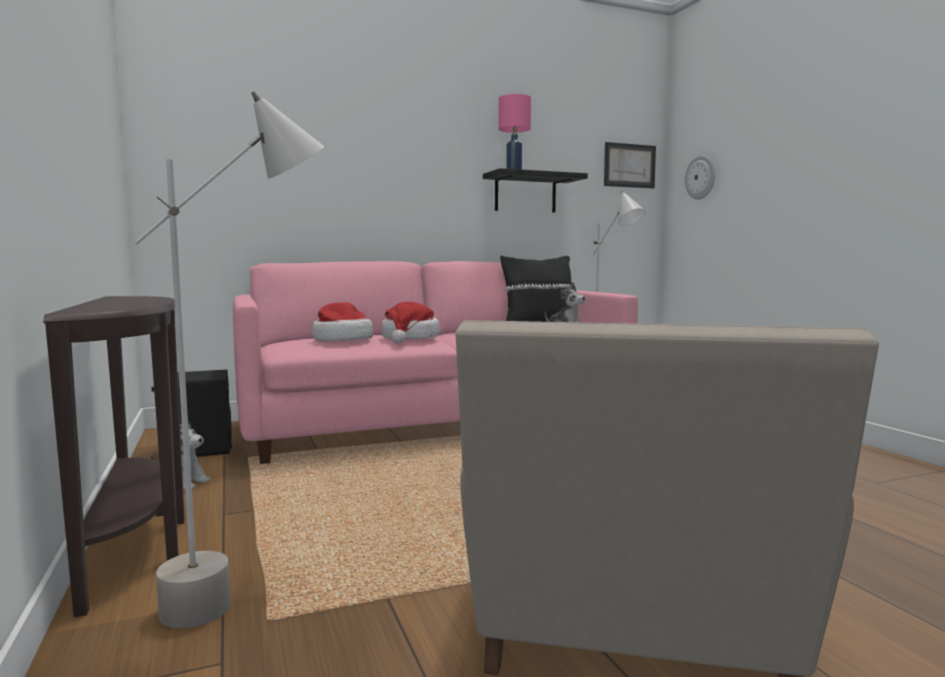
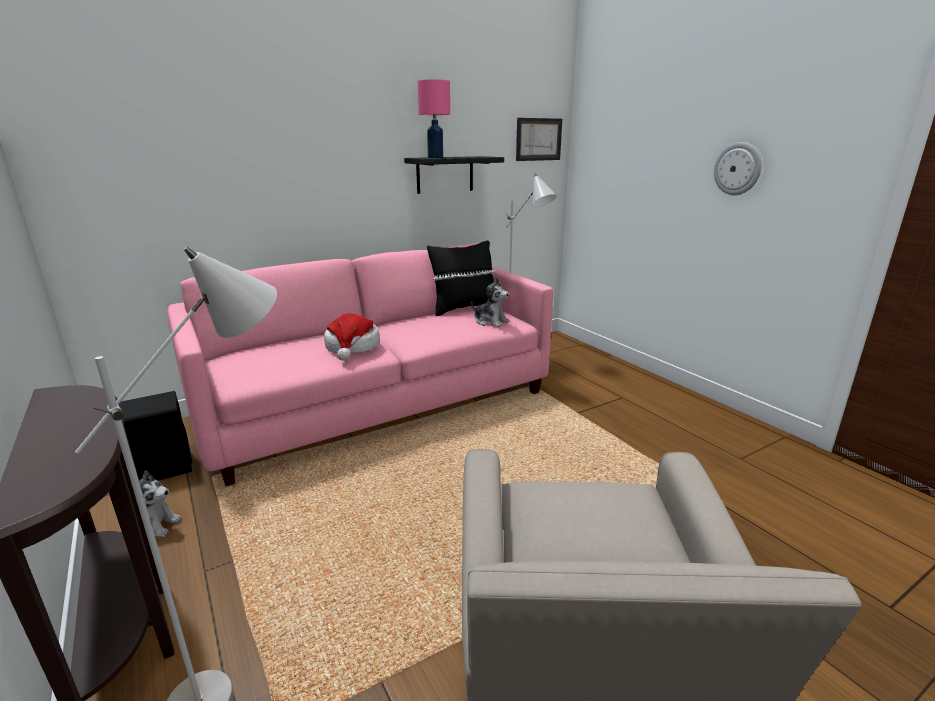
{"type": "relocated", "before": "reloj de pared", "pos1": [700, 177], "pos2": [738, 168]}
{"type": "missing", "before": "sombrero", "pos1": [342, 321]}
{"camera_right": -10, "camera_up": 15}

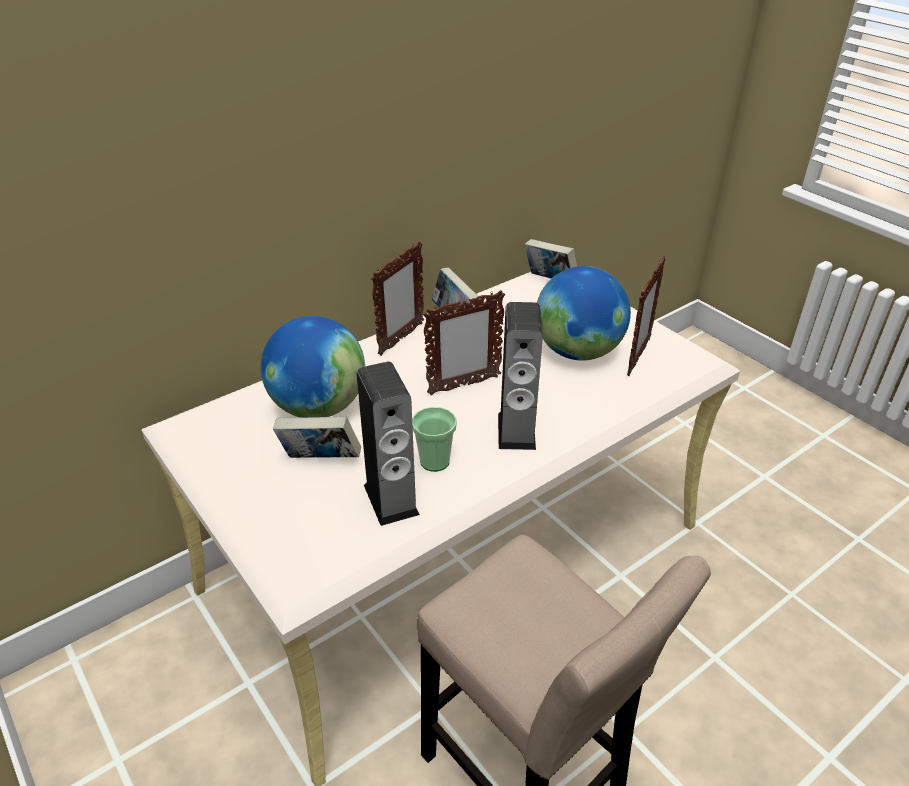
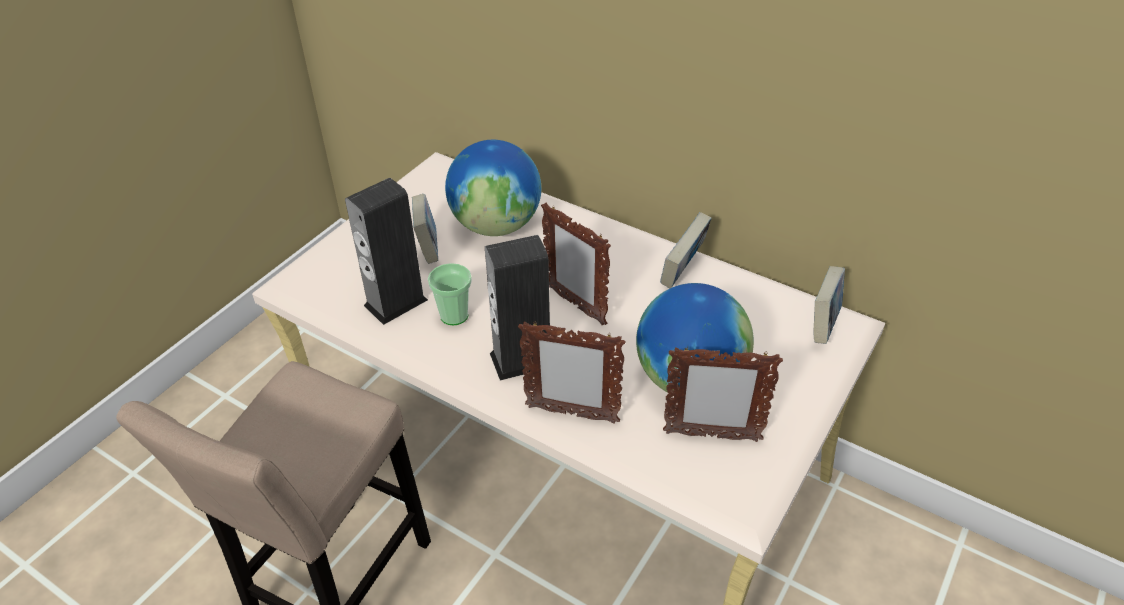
{"type": "relocated", "before": "portarretratos", "pos1": [397, 298], "pos2": [572, 372]}
{"camera_right": 70, "camera_up": 5}

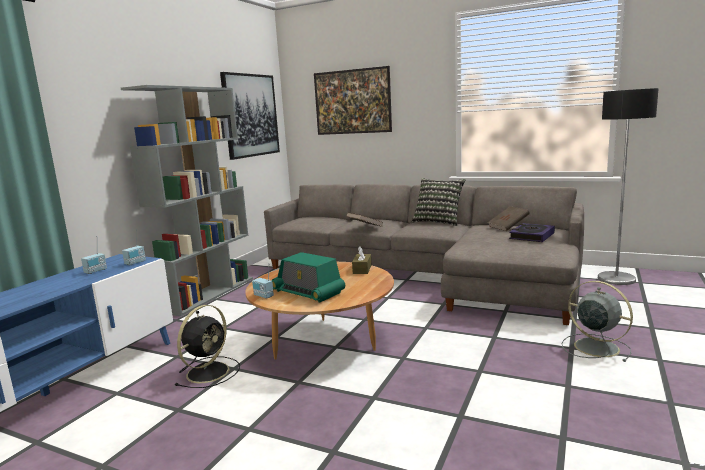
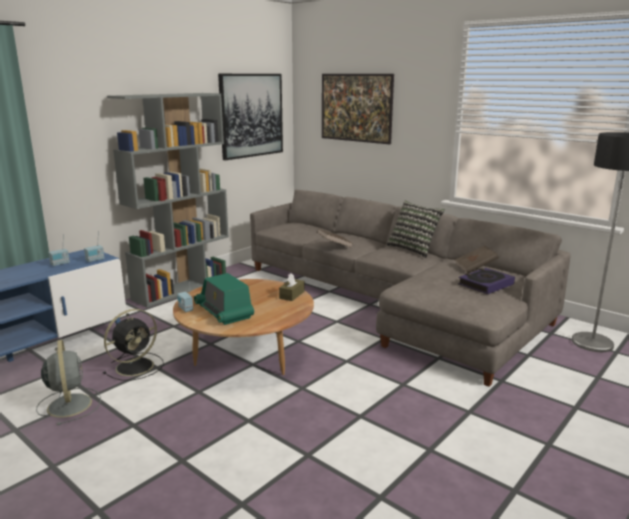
{"type": "relocated", "before": "ventilador (gris)", "pos1": [597, 321], "pos2": [68, 382]}
{"camera_right": 15, "camera_up": 5}

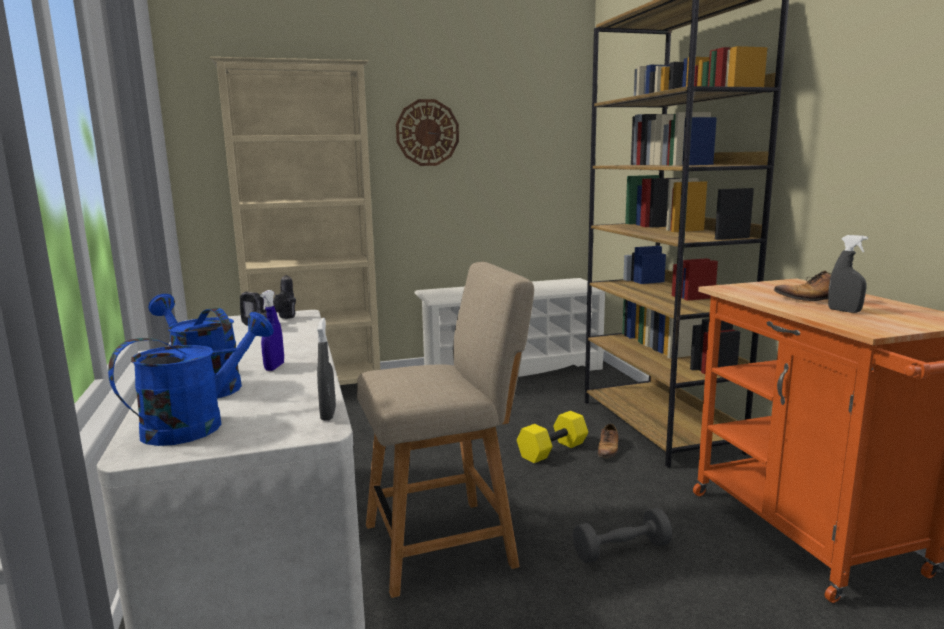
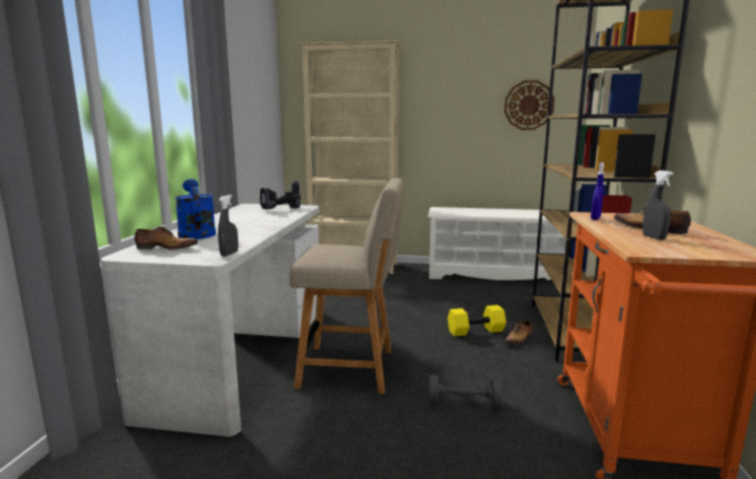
{"type": "exchanged", "before": "regadera (azul)", "after": "zapato", "pos1": [191, 379], "pos2": [166, 238]}
{"type": "relocated", "before": "reloj de pared", "pos1": [427, 132], "pos2": [529, 105]}
{"type": "relocated", "before": "pulverizador (azul)", "pos1": [272, 330], "pos2": [597, 191]}
{"camera_right": 25, "camera_up": 0}

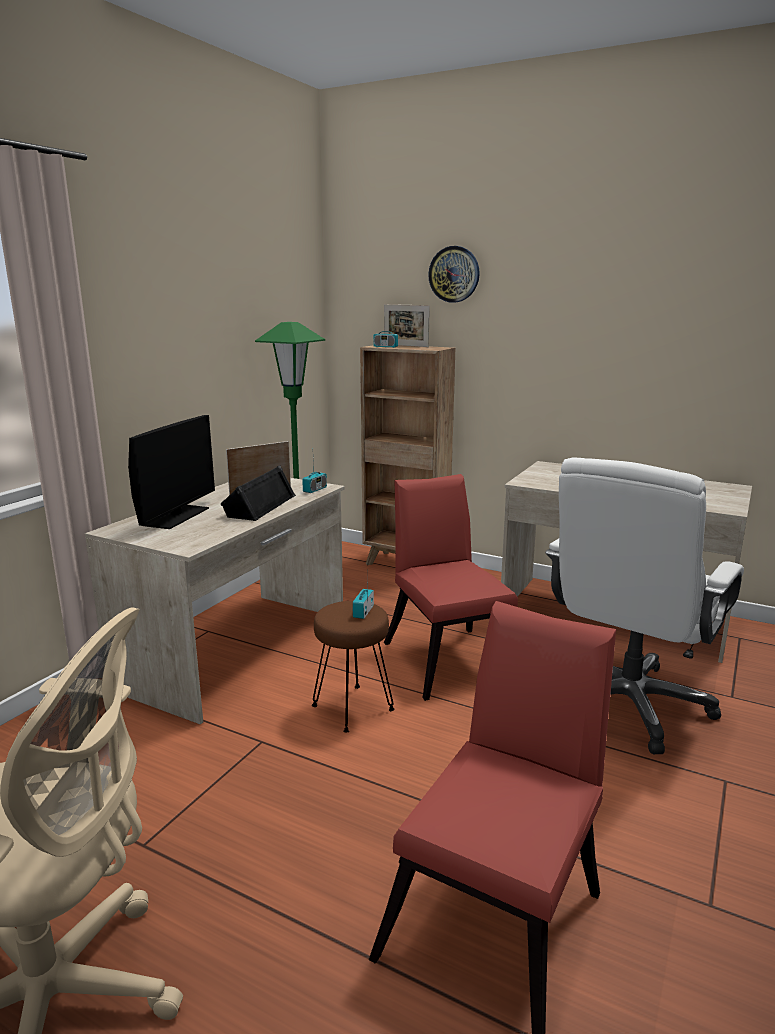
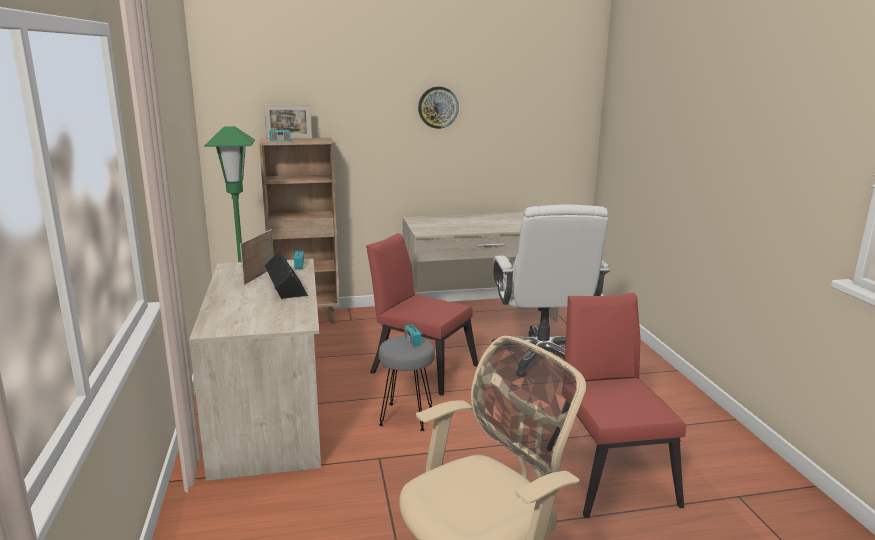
{"type": "colour", "before": "taburete (marrón)", "after": "taburete (gris)", "pos1": [353, 666], "pos2": [407, 383]}
{"type": "relocated", "before": "reloj de pared", "pos1": [454, 274], "pos2": [438, 108]}
{"type": "missing", "before": "monitor", "pos1": [171, 472]}
{"camera_right": -40, "camera_up": 0}

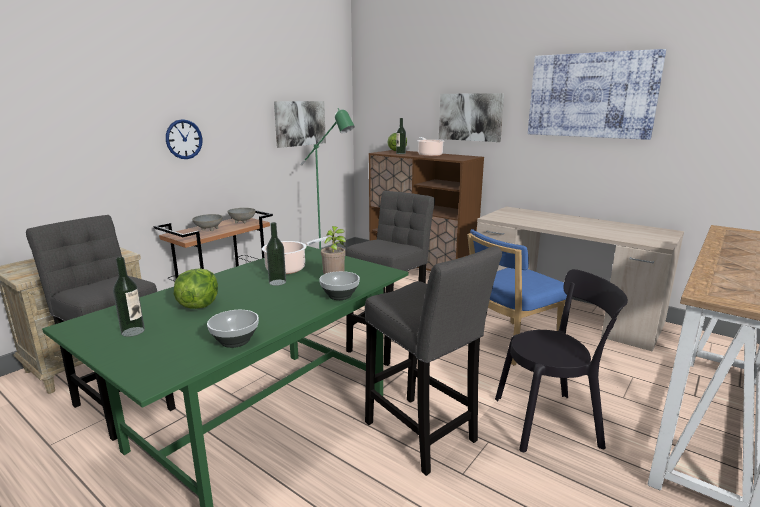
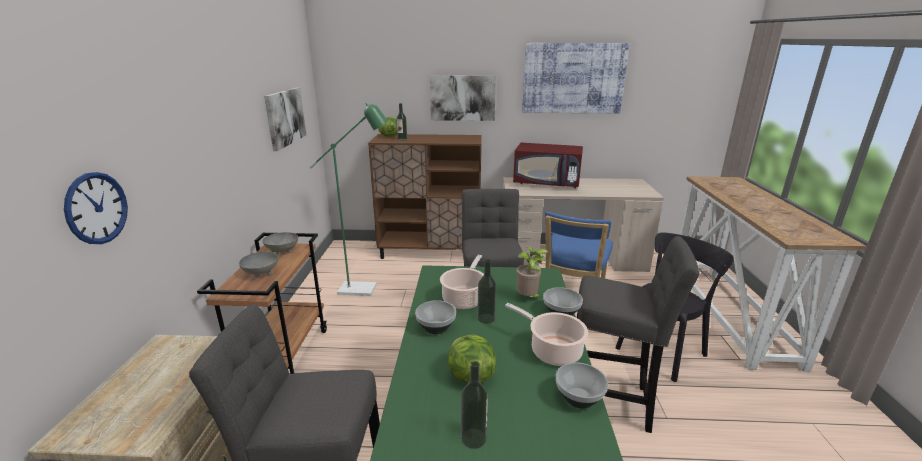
{"type": "relocated", "before": "reloj de pared", "pos1": [184, 139], "pos2": [96, 208]}
{"type": "appeared", "after": "cuenco", "pos2": [435, 317]}
{"type": "relocated", "before": "olla", "pos1": [431, 147], "pos2": [546, 334]}
{"type": "appeared", "after": "microondas (rojo)", "pos2": [548, 165]}
{"camera_right": -35, "camera_up": 5}

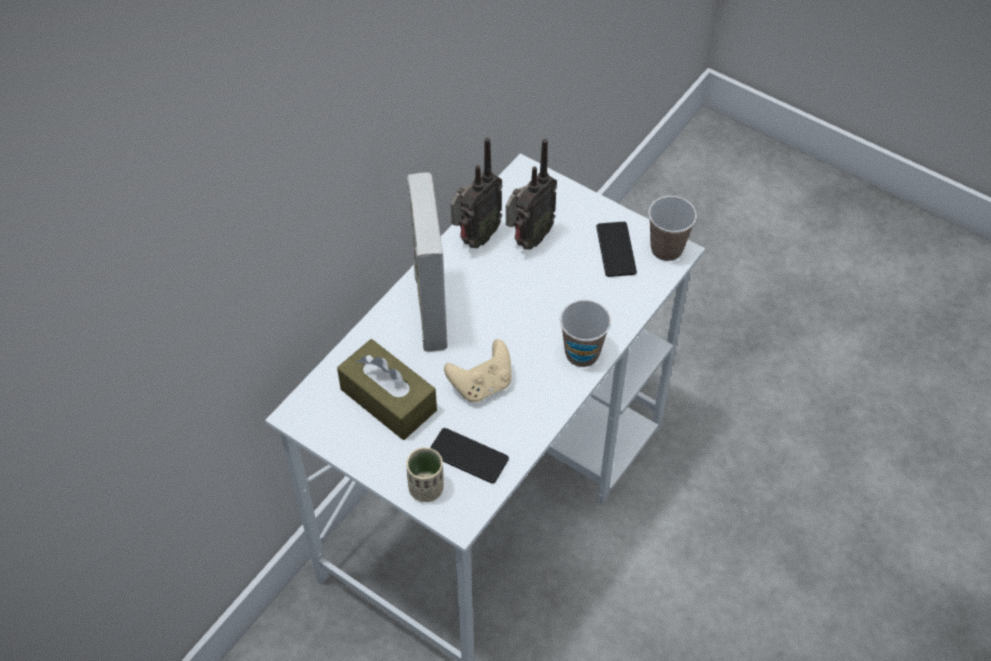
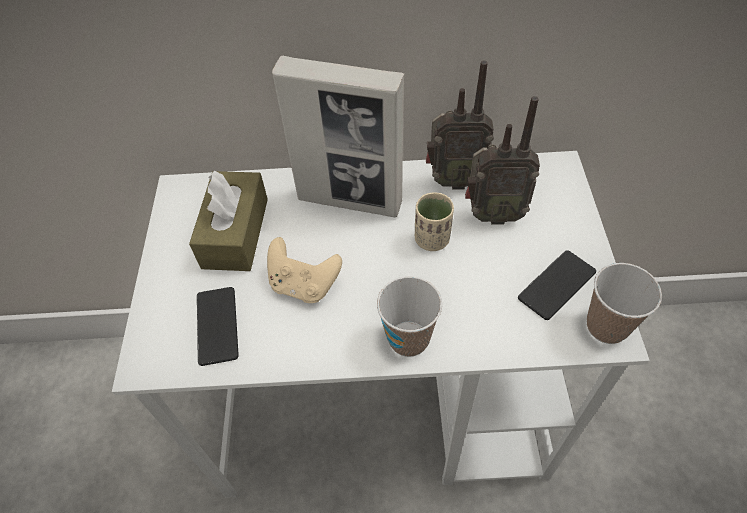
{"type": "spun", "before": "portarretratos", "pos1": [427, 262], "pos2": [338, 136], "turn": 60}
{"type": "relocated", "before": "taza (beis)", "pos1": [425, 474], "pos2": [434, 221]}
{"camera_right": 55, "camera_up": 0}

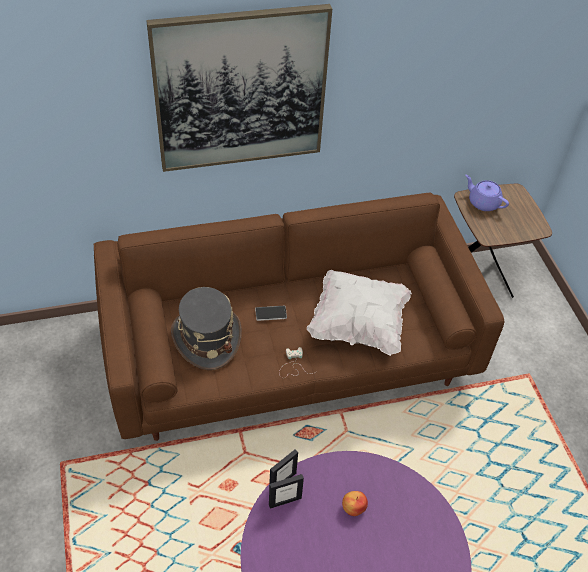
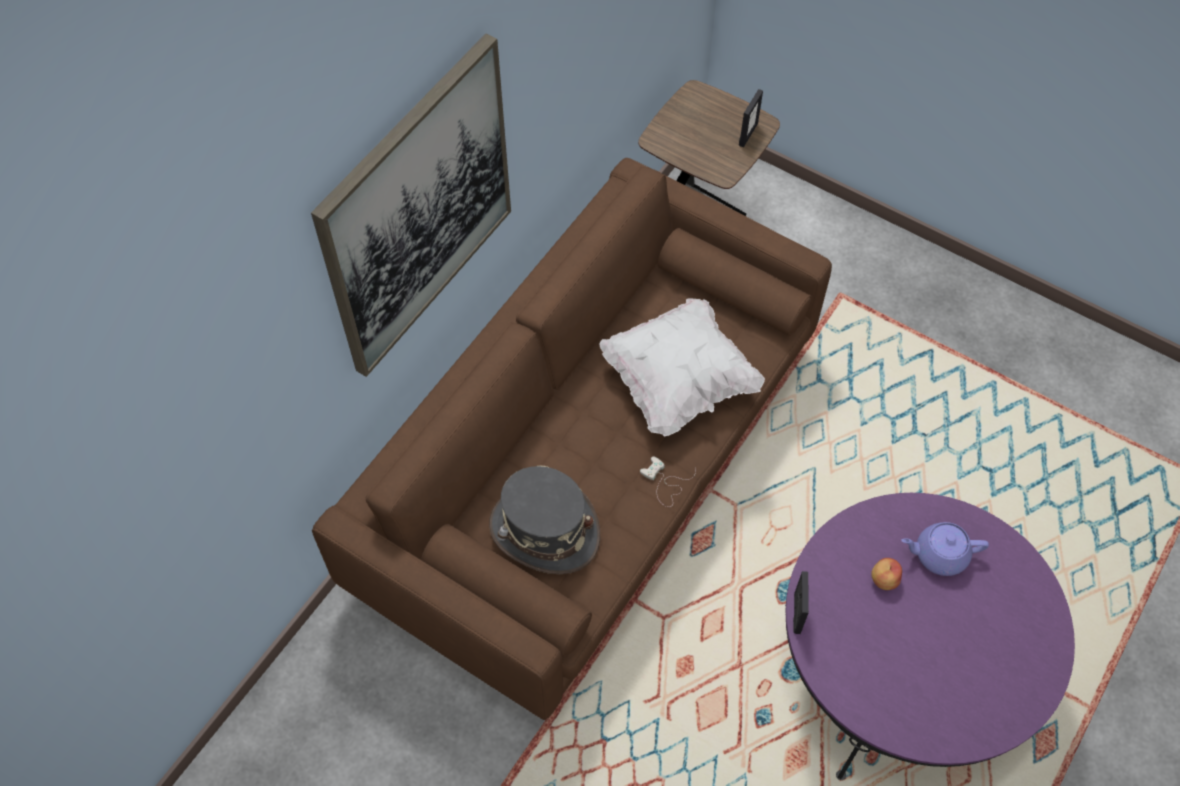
{"type": "relocated", "before": "portarretratos", "pos1": [286, 491], "pos2": [751, 118]}
{"type": "relocated", "before": "tetera (morado)", "pos1": [487, 193], "pos2": [945, 549]}
{"type": "missing", "before": "móvil", "pos1": [271, 313]}
{"camera_right": -40, "camera_up": 10}

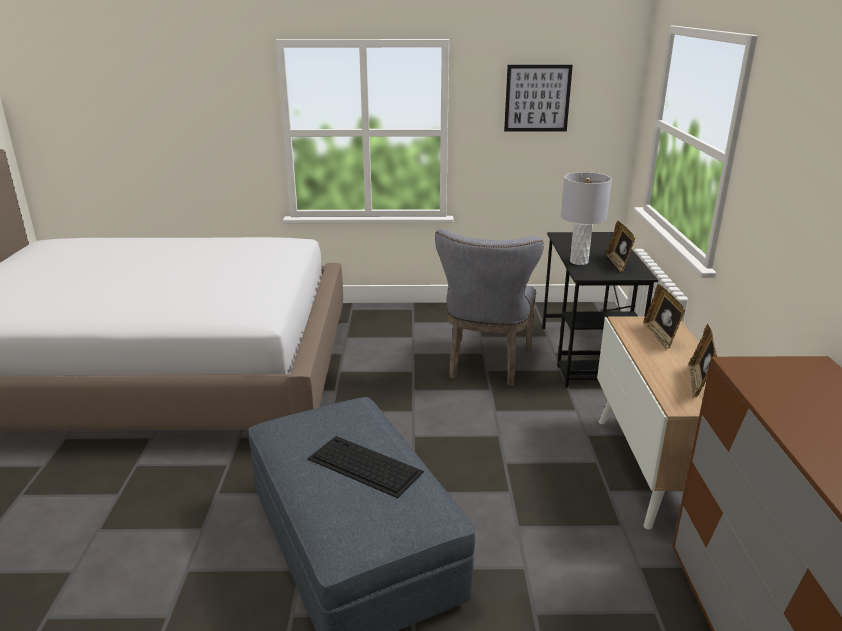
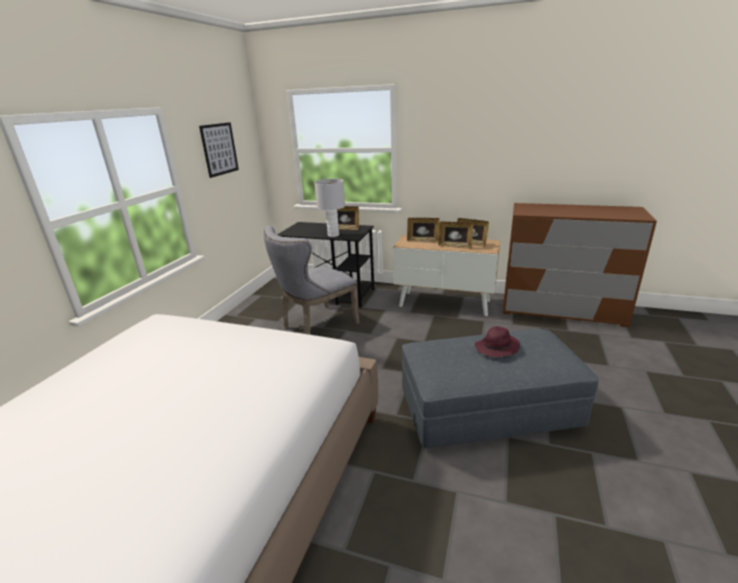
{"type": "spun", "before": "silla (gris)", "pos1": [489, 307], "pos2": [312, 280], "turn": 105}
{"type": "appeared", "after": "portarretratos", "pos2": [455, 234]}
{"type": "exchanged", "before": "teclado", "after": "sombrero (morado)", "pos1": [365, 467], "pos2": [497, 341]}
{"camera_right": -70, "camera_up": 0}

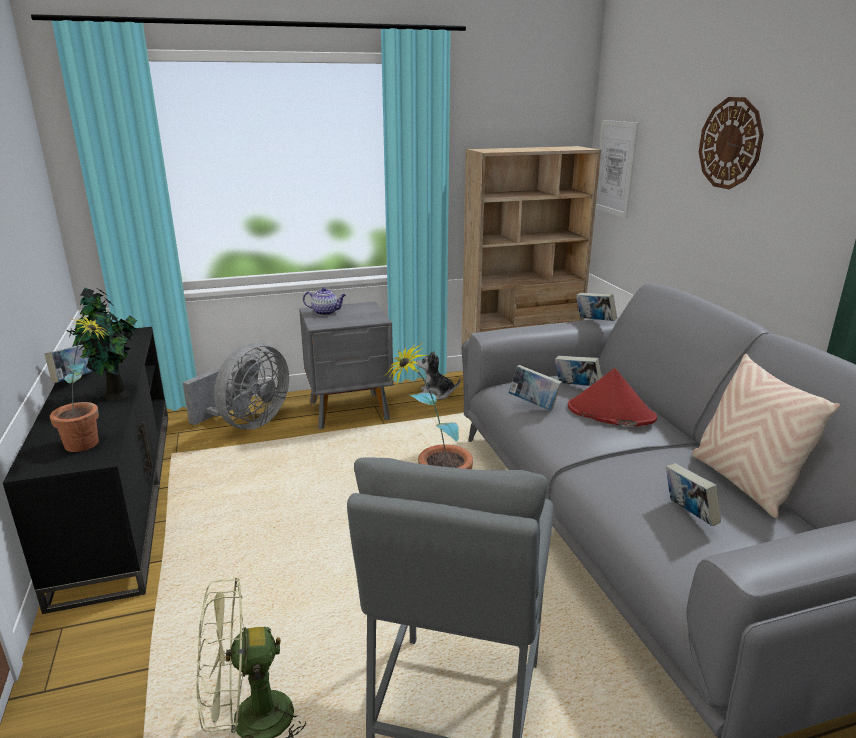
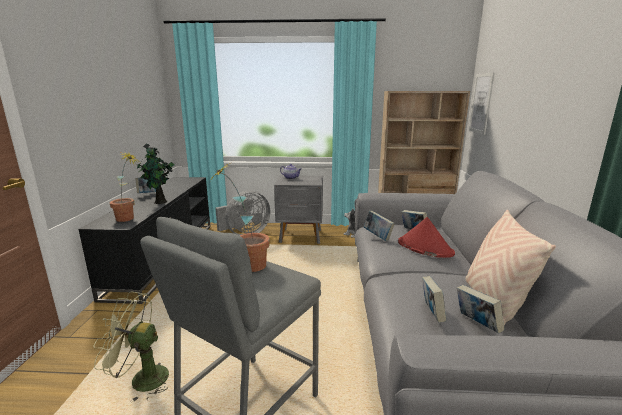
{"type": "relocated", "before": "libro", "pos1": [596, 307], "pos2": [481, 309]}
{"type": "missing", "before": "reloj de pared", "pos1": [731, 143]}
{"camera_right": 20, "camera_up": -5}

